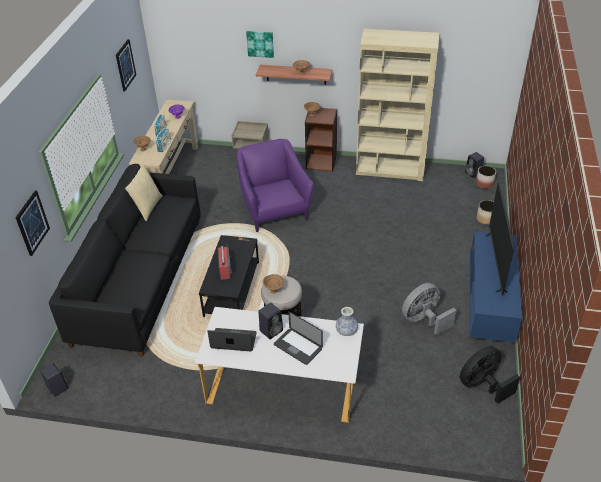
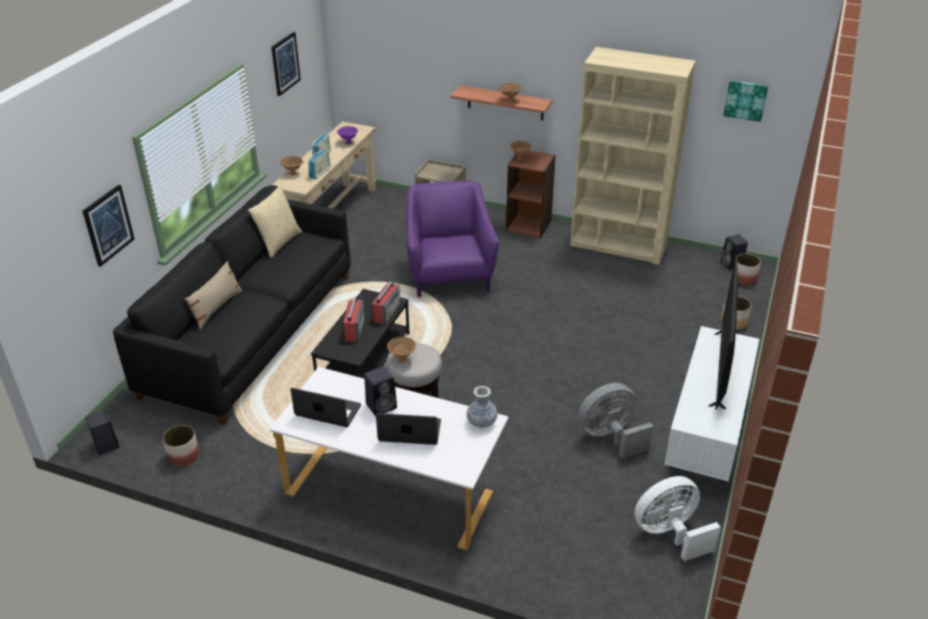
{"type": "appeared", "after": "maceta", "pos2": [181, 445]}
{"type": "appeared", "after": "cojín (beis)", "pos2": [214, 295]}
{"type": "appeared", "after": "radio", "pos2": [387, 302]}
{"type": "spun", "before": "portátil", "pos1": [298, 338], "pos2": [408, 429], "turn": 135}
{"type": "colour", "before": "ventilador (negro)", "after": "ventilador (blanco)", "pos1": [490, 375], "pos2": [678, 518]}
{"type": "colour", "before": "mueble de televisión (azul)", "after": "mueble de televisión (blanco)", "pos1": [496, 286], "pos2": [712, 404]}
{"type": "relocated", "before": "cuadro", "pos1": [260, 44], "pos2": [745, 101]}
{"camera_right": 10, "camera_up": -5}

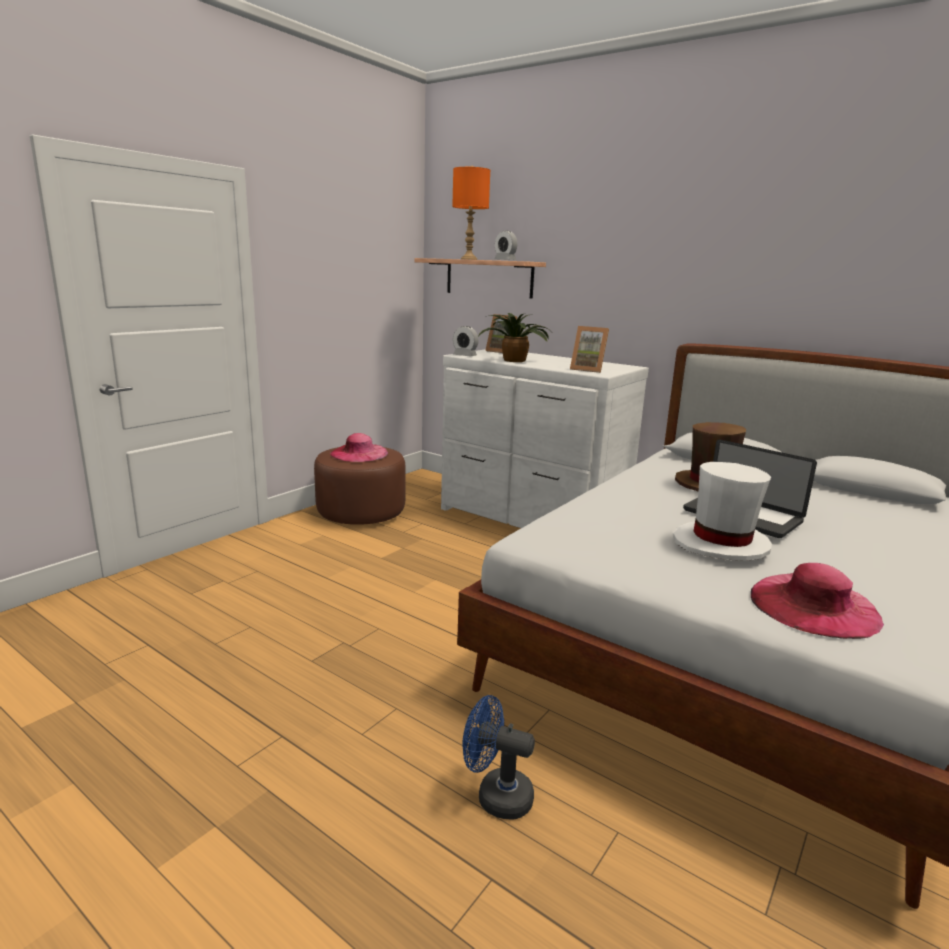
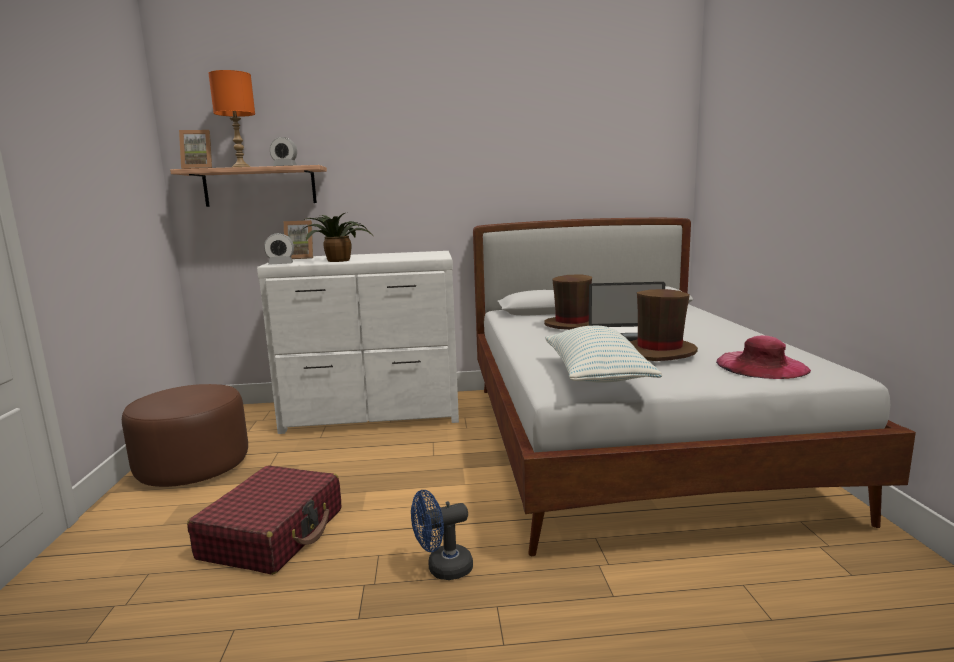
{"type": "relocated", "before": "portarretratos", "pos1": [589, 349], "pos2": [195, 149]}
{"type": "appeared", "after": "maleta (rojo)", "pos2": [264, 520]}
{"type": "relocated", "before": "ventilador (azul)", "pos1": [498, 757], "pos2": [442, 535]}
{"type": "appeared", "after": "cojín", "pos2": [603, 354]}
{"type": "colour", "before": "sombrero (blanco)", "after": "sombrero (marrón)", "pos1": [722, 511], "pos2": [664, 325]}
{"type": "missing", "before": "sombrero (rosa)", "pos1": [359, 447]}
{"camera_right": -40, "camera_up": -5}

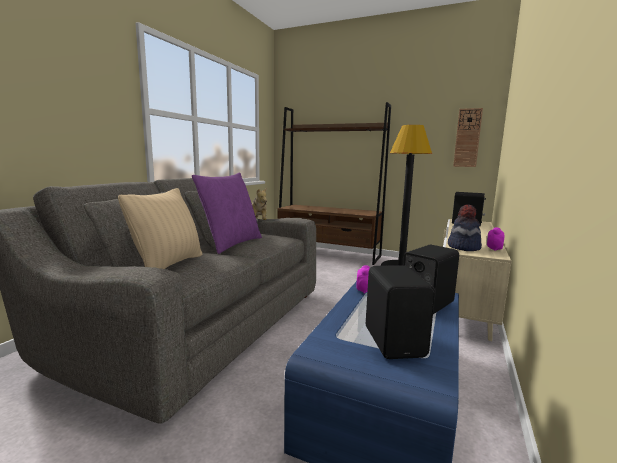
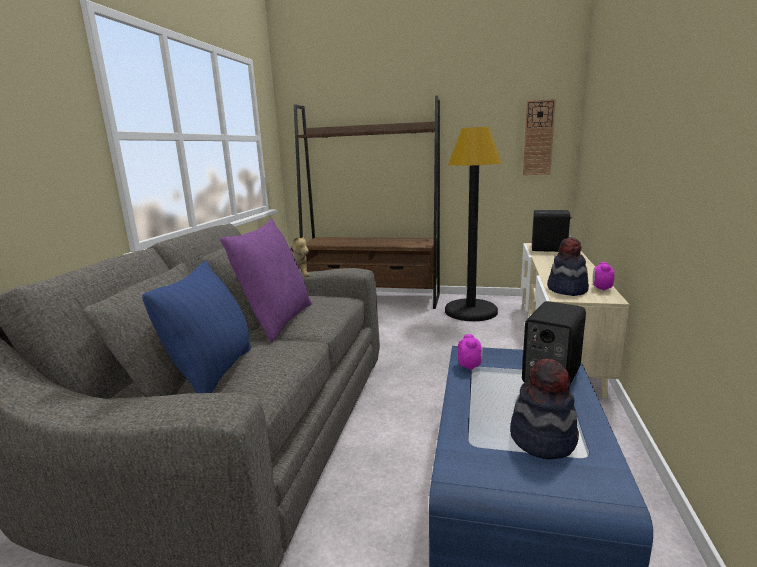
{"type": "colour", "before": "cojín (beis)", "after": "cojín (azul)", "pos1": [160, 228], "pos2": [197, 327]}
{"type": "exchanged", "before": "altavoz (negro)", "after": "sombrero", "pos1": [400, 312], "pos2": [544, 408]}
{"camera_right": -10, "camera_up": 5}

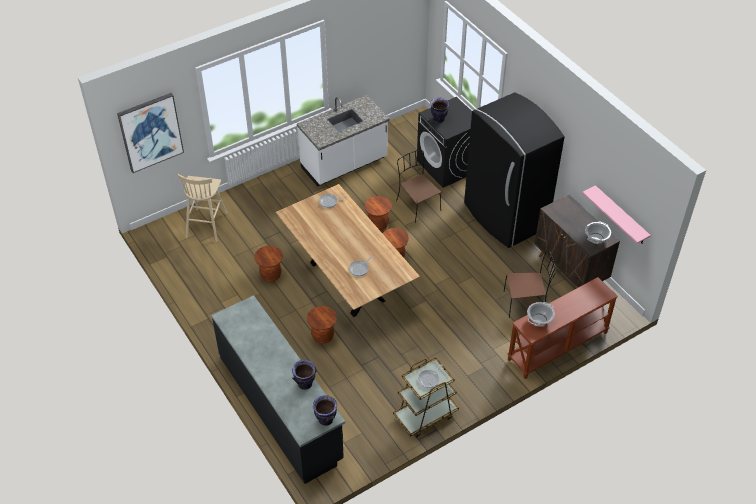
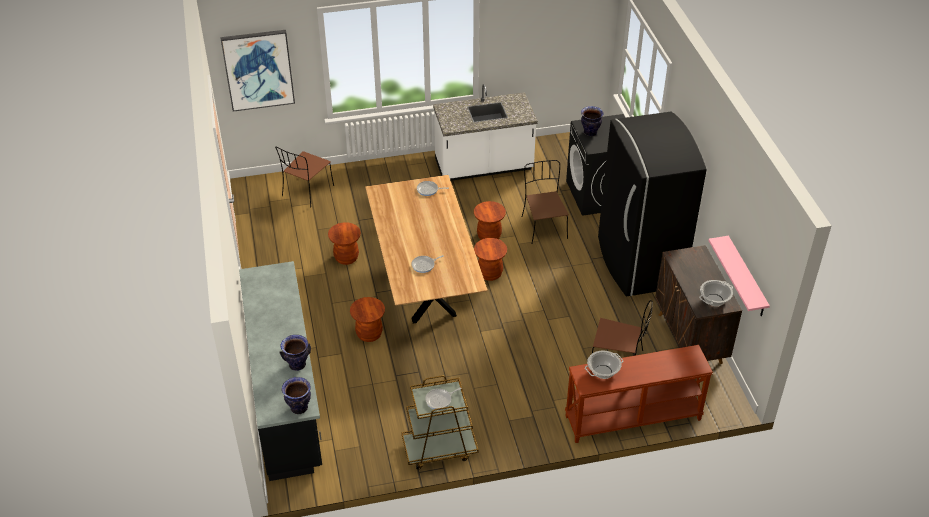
{"type": "exchanged", "before": "taburete (beis)", "after": "silla (marrón)", "pos1": [202, 208], "pos2": [304, 176]}
{"camera_right": 20, "camera_up": -5}

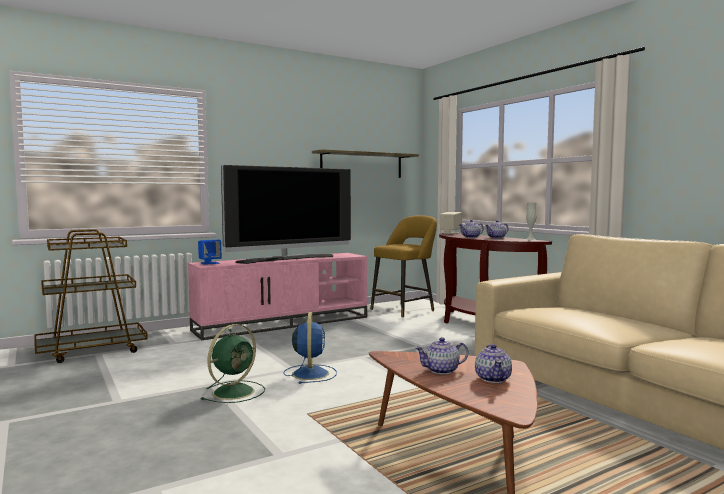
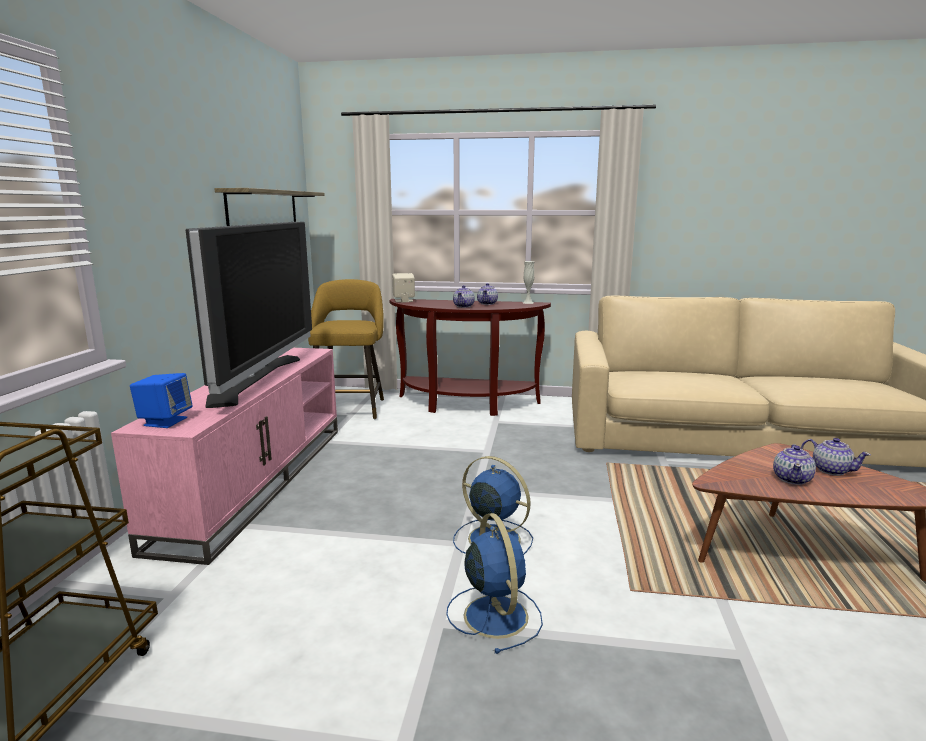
{"type": "colour", "before": "ventilador (verde)", "after": "ventilador (azul)", "pos1": [232, 363], "pos2": [494, 583]}
{"camera_right": -50, "camera_up": 10}

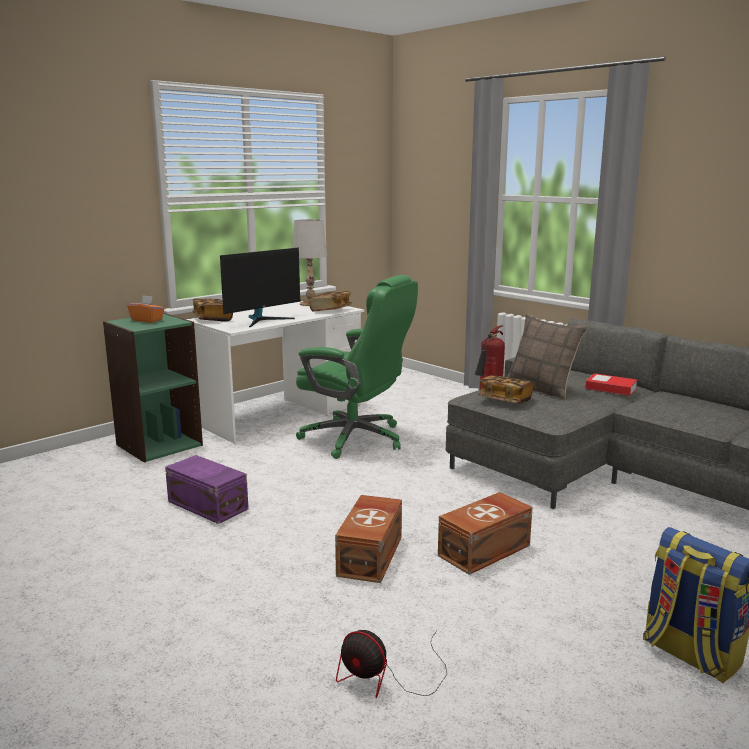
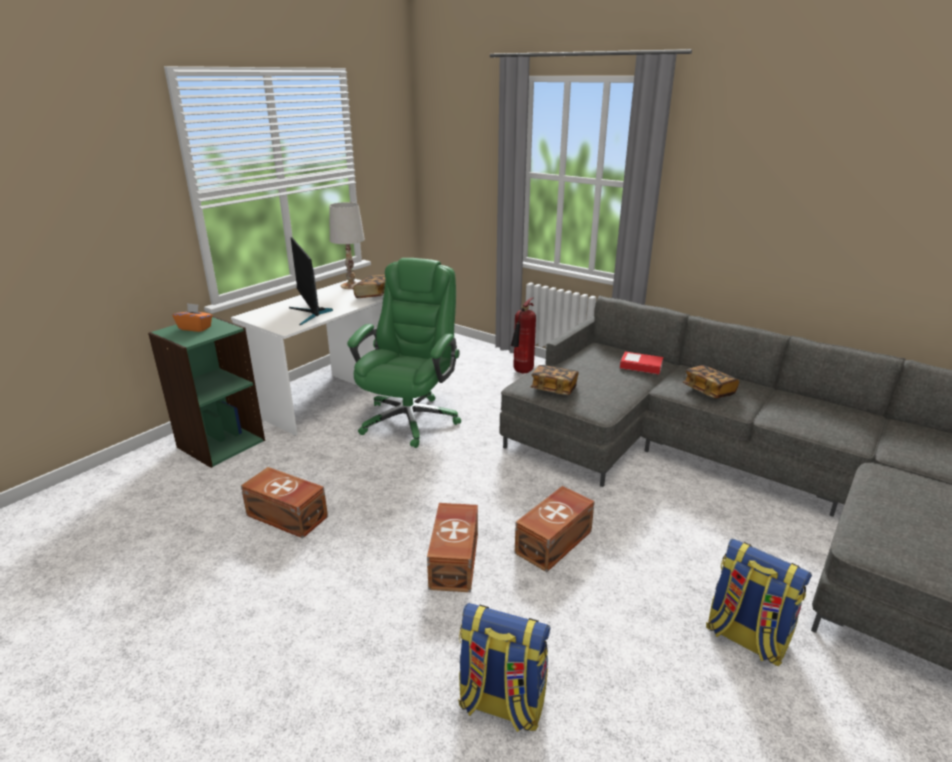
{"type": "colour", "before": "caja de almacenaje (morado)", "after": "caja de almacenaje (marrón)", "pos1": [207, 489], "pos2": [284, 502]}
{"type": "spun", "before": "monitor", "pos1": [260, 287], "pos2": [311, 281], "turn": 120}
{"type": "spun", "before": "silla de oficina (verde)", "pos1": [357, 367], "pos2": [404, 353], "turn": -90}
{"type": "exchanged", "before": "ventilador", "after": "mochila", "pos1": [391, 664], "pos2": [504, 667]}
{"type": "relocated", "before": "libro", "pos1": [212, 310], "pos2": [711, 382]}
{"type": "missing", "before": "cojín", "pos1": [547, 356]}
{"camera_right": -10, "camera_up": 10}

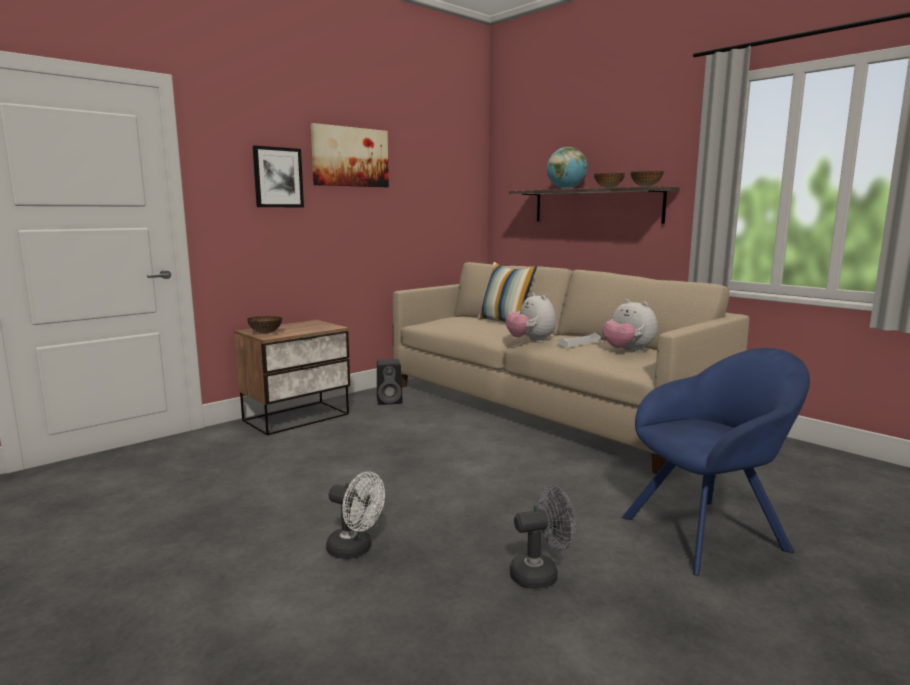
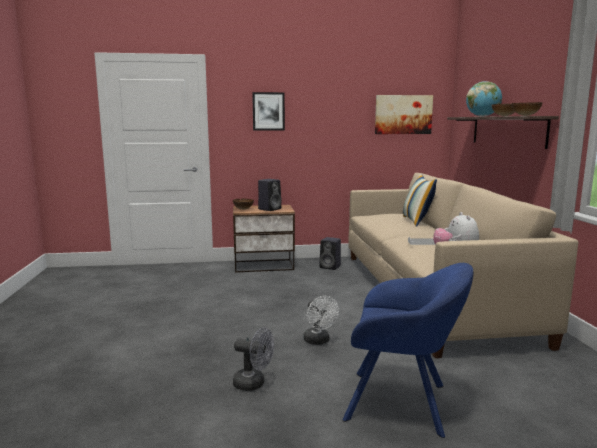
{"type": "appeared", "after": "altavoz (negro)", "pos2": [270, 195]}
{"type": "relocated", "before": "ventilador (blanco)", "pos1": [355, 515], "pos2": [321, 320]}
{"type": "relocated", "before": "cuadro", "pos1": [350, 155], "pos2": [404, 114]}
{"type": "missing", "before": "peluche", "pos1": [531, 317]}
{"camera_right": 35, "camera_up": 0}

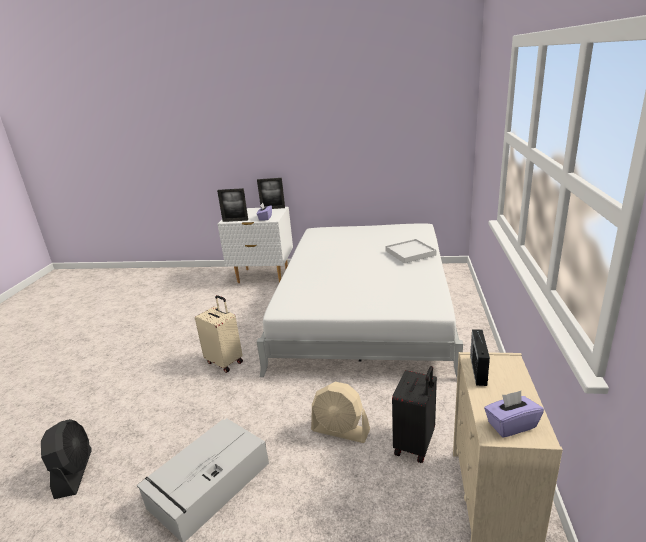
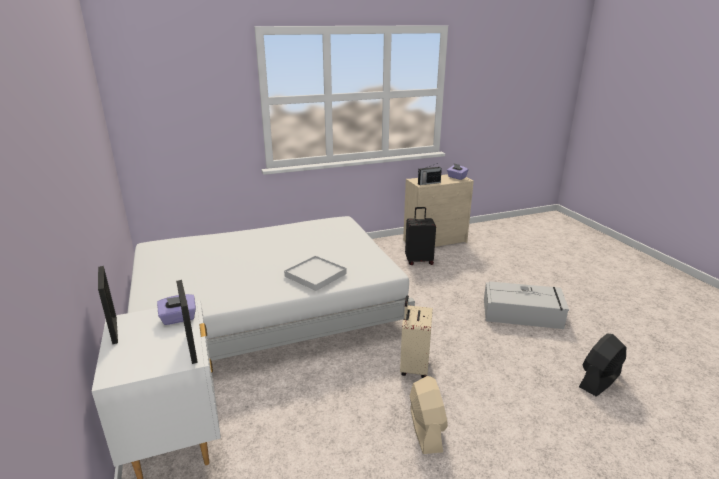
{"type": "relocated", "before": "bandeja (blanco)", "pos1": [411, 251], "pos2": [315, 273]}
{"type": "relocated", "before": "ventilador (beis)", "pos1": [340, 412], "pos2": [429, 415]}
{"camera_right": -120, "camera_up": 0}

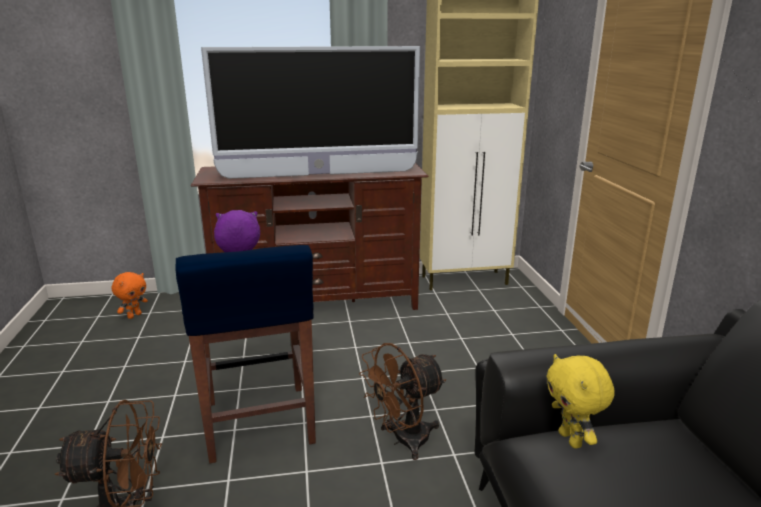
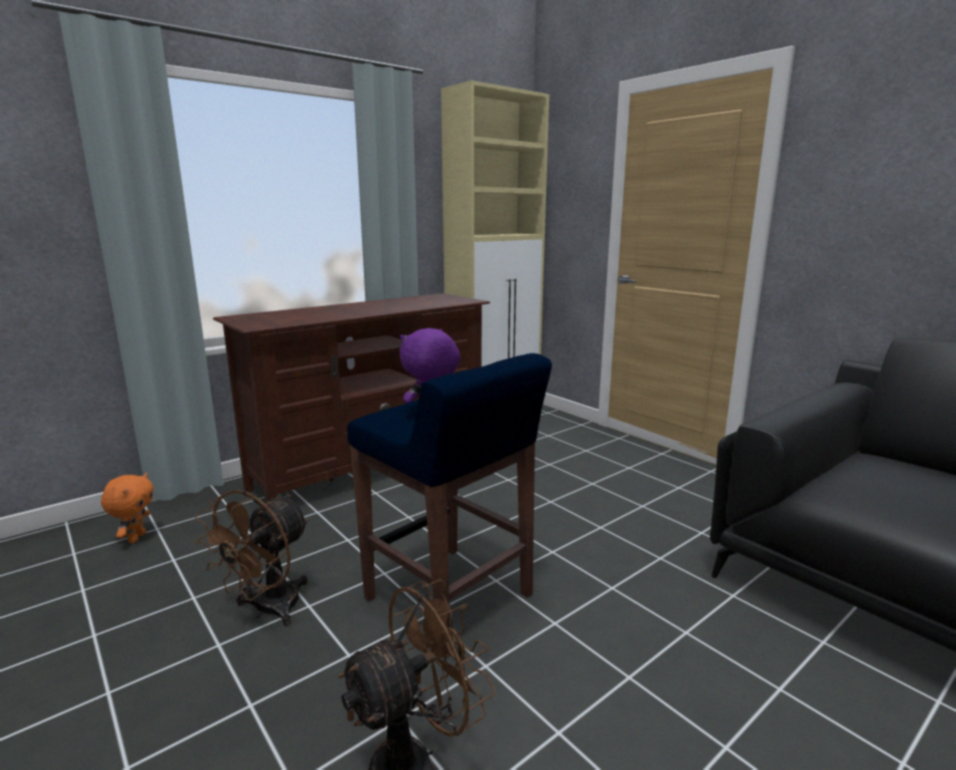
{"type": "relocated", "before": "ventilador (marrón)", "pos1": [402, 401], "pos2": [251, 558]}
{"type": "missing", "before": "televisor", "pos1": [310, 112]}
{"type": "missing", "before": "peluche (amarillo)", "pos1": [580, 401]}
{"camera_right": -30, "camera_up": -5}

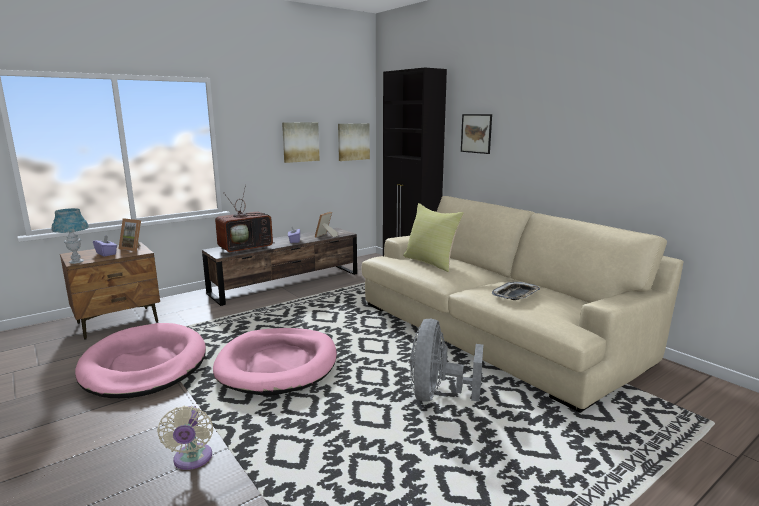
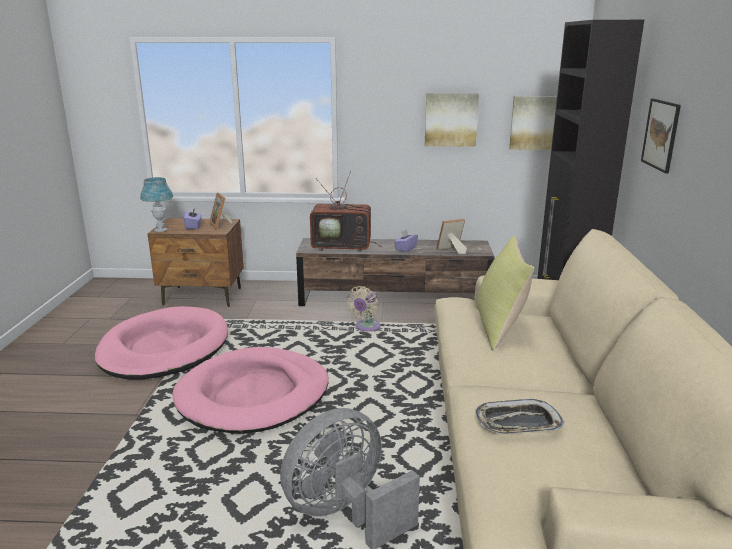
{"type": "relocated", "before": "ventilador (beis)", "pos1": [185, 438], "pos2": [364, 308]}
{"camera_right": 40, "camera_up": 5}

